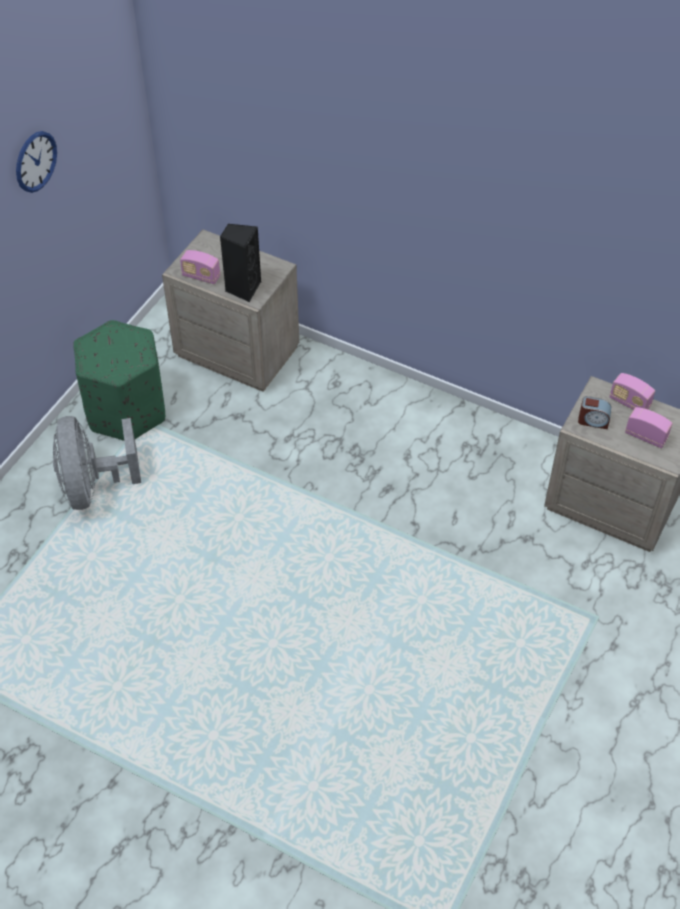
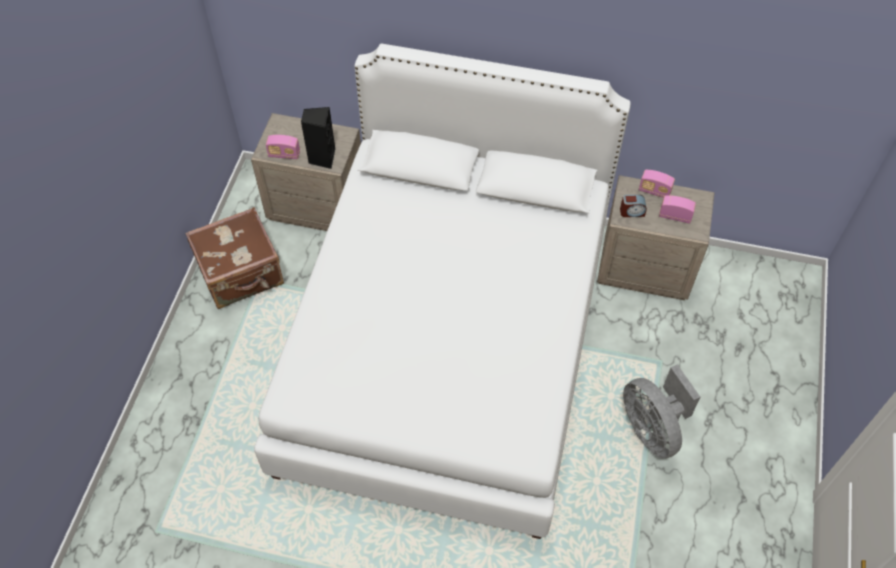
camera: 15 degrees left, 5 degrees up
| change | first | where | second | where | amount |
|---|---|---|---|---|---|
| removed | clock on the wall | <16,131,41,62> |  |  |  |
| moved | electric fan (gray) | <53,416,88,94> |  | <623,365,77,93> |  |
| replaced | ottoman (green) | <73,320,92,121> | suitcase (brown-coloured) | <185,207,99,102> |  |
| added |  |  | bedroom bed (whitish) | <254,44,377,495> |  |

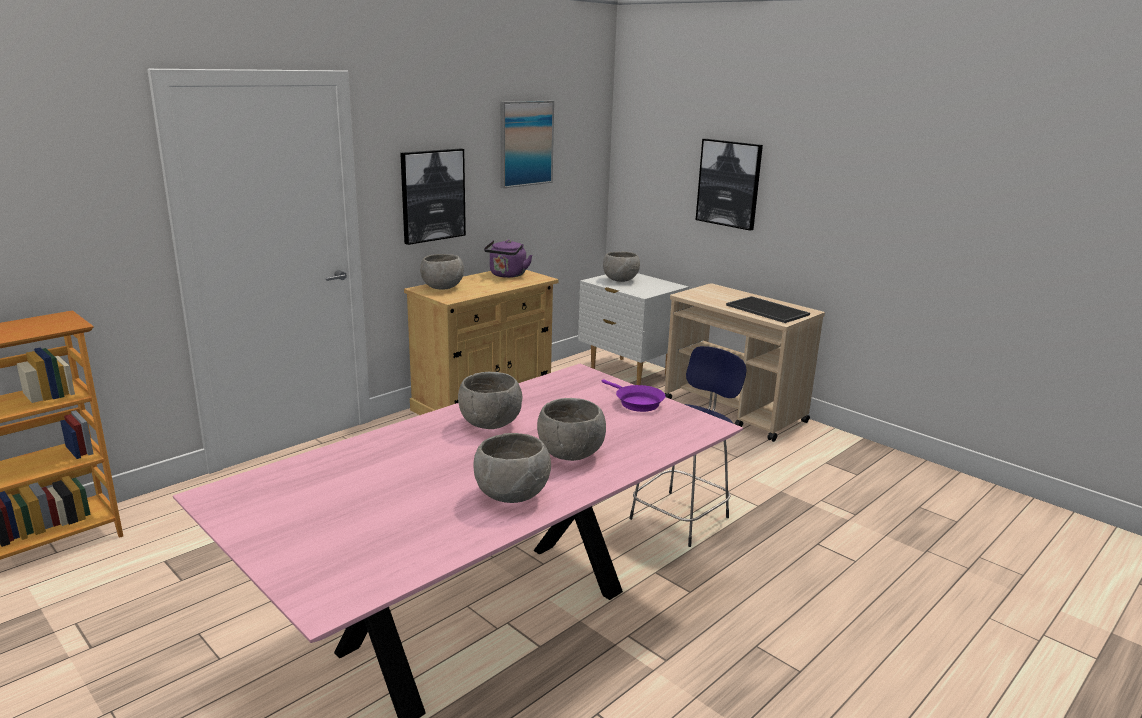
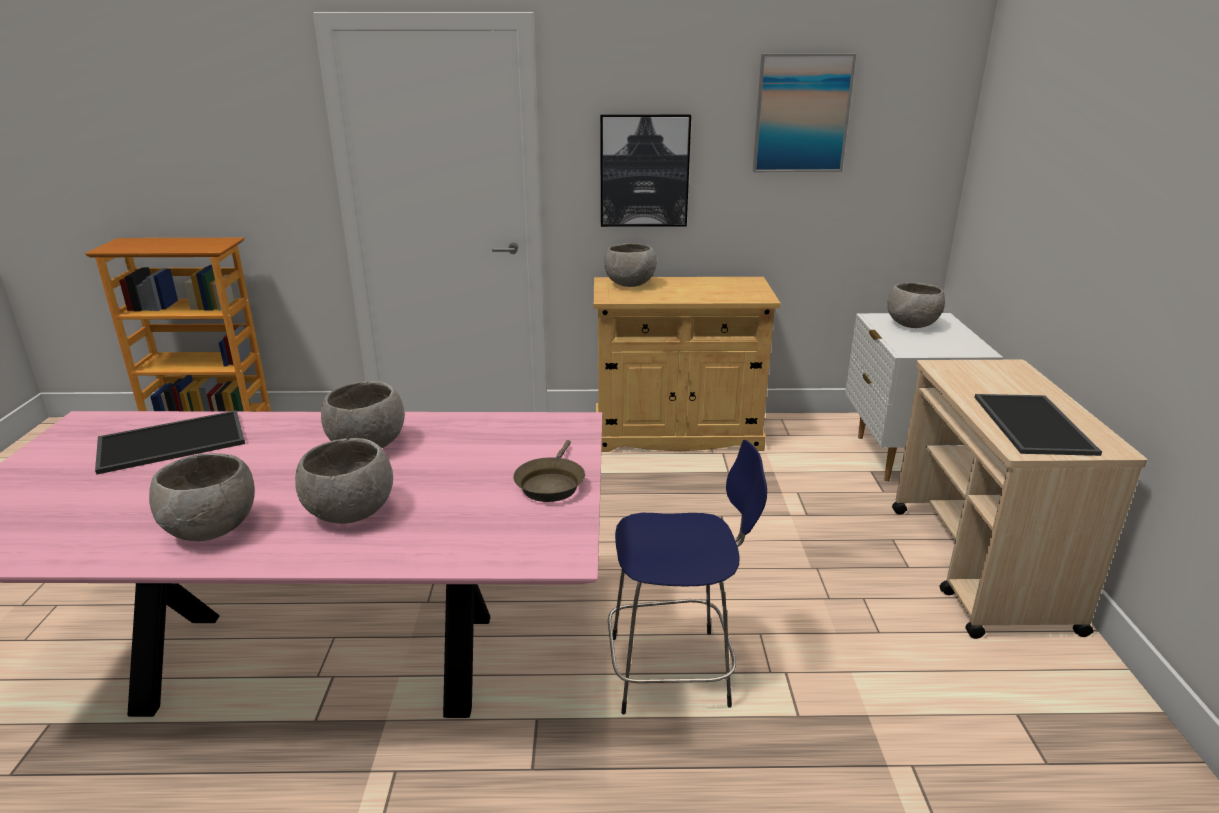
camera: 45 degrees right, 5 degrees up
| change | first | where | second | where | amount |
|---|---|---|---|---|---|
| removed | water kettle (purple-coloured) | <484,240,49,38> |  |  |  |
| recoloured | frying pan (purple-coloured) | <602,379,64,33> | frying pan (brown-coloured) | <513,440,72,62> |  |
| removed | picture | <696,139,67,92> |  |  |  |
| added |  |  | tray | <95,410,150,65> |  |

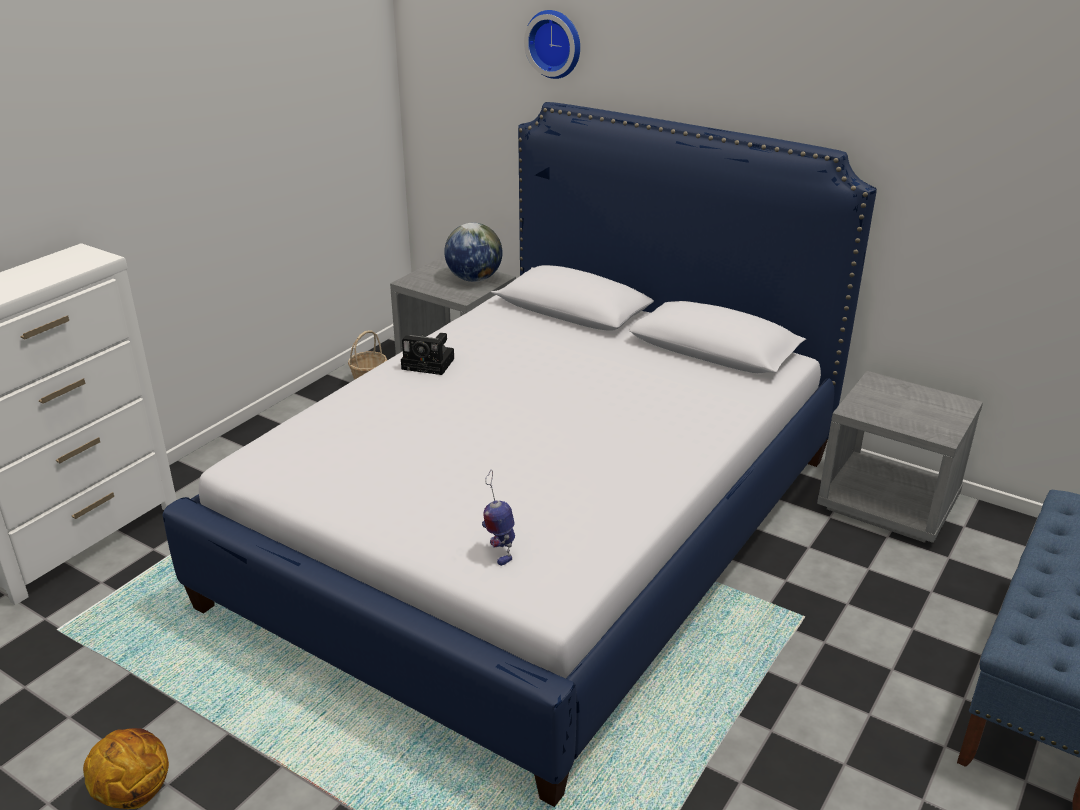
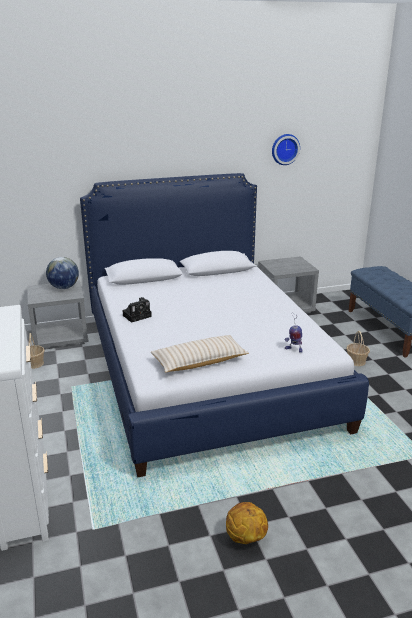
camera: 50 degrees left, 5 degrees down
| change | first | where | second | where | amount |
|---|---|---|---|---|---|
| moved | clock on the wall | <524,10,56,69> |  | <272,134,28,31> |  |
| added |  |  | pillow (beige-coloured) | <151,335,98,37> |  |
| added |  |  | storage basket | <346,331,24,35> |  |

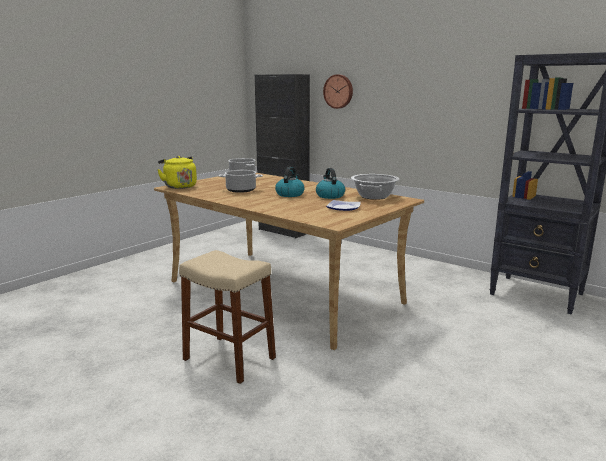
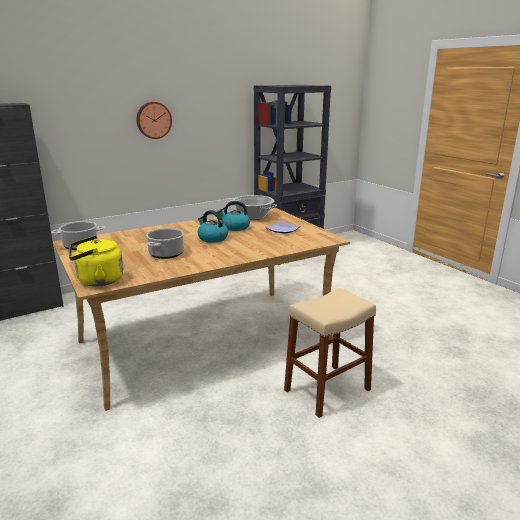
camera: 70 degrees left, 5 degrees up
| change | first | where | second | where | amount |
|---|---|---|---|---|---|
| moved | clock on the wall | <323,74,30,35> |  | <136,102,36,37> |  |

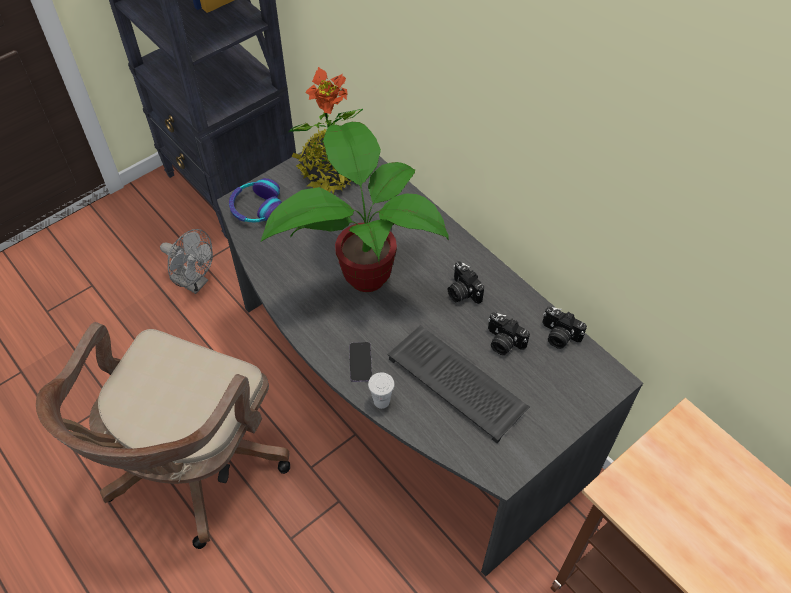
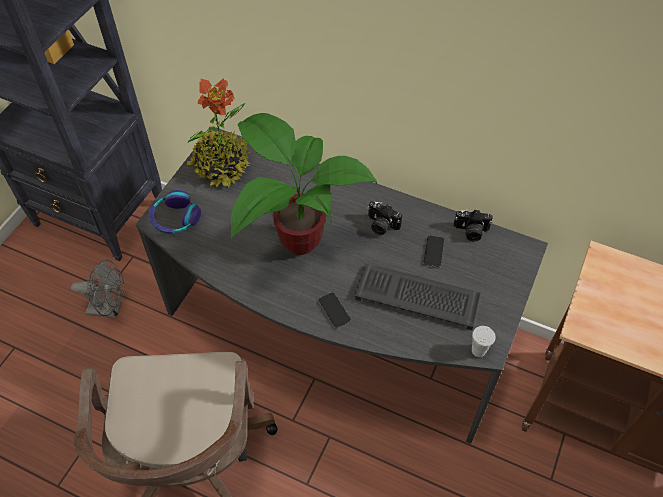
camera: 25 degrees left, 0 degrees up
| change | first | where | second | where | amount |
|---|---|---|---|---|---|
| moved | drinking cup (whitish) | <368,372,27,37> |  | <472,326,23,31> |  |
| replaced | photo camera | <488,313,42,42> | telephone | <423,235,21,33> |  |

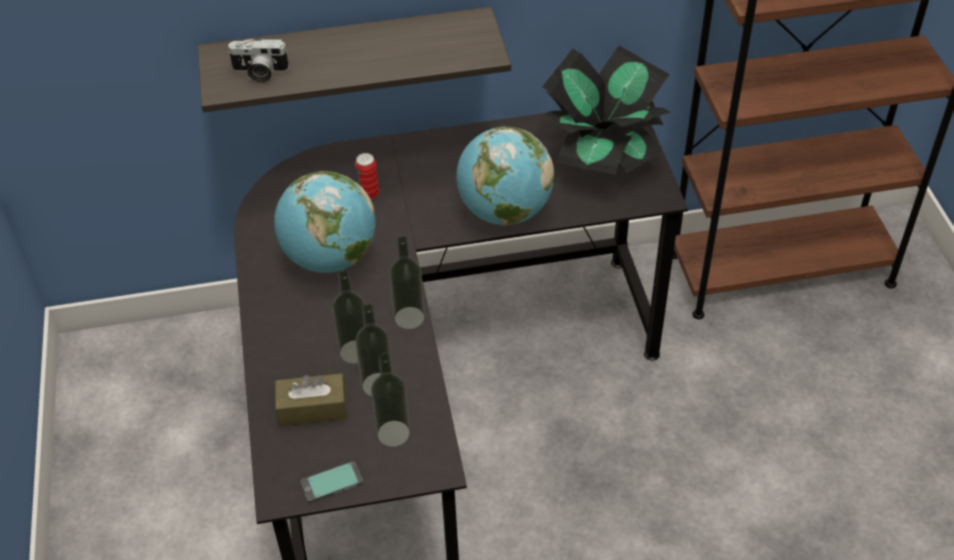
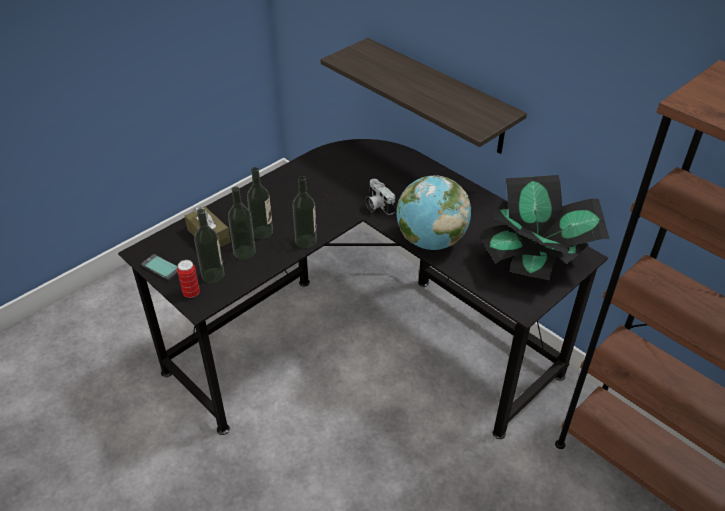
camera: 55 degrees right, 5 degrees down
| change | first | where | second | where | amount |
|---|---|---|---|---|---|
| moved | photo camera | <228,39,61,44> |  | <365,179,30,36> |  |
| removed | desk globe | <274,171,101,102> |  |  |  |
| moved | can | <355,153,24,46> |  | <177,260,23,38> |  |

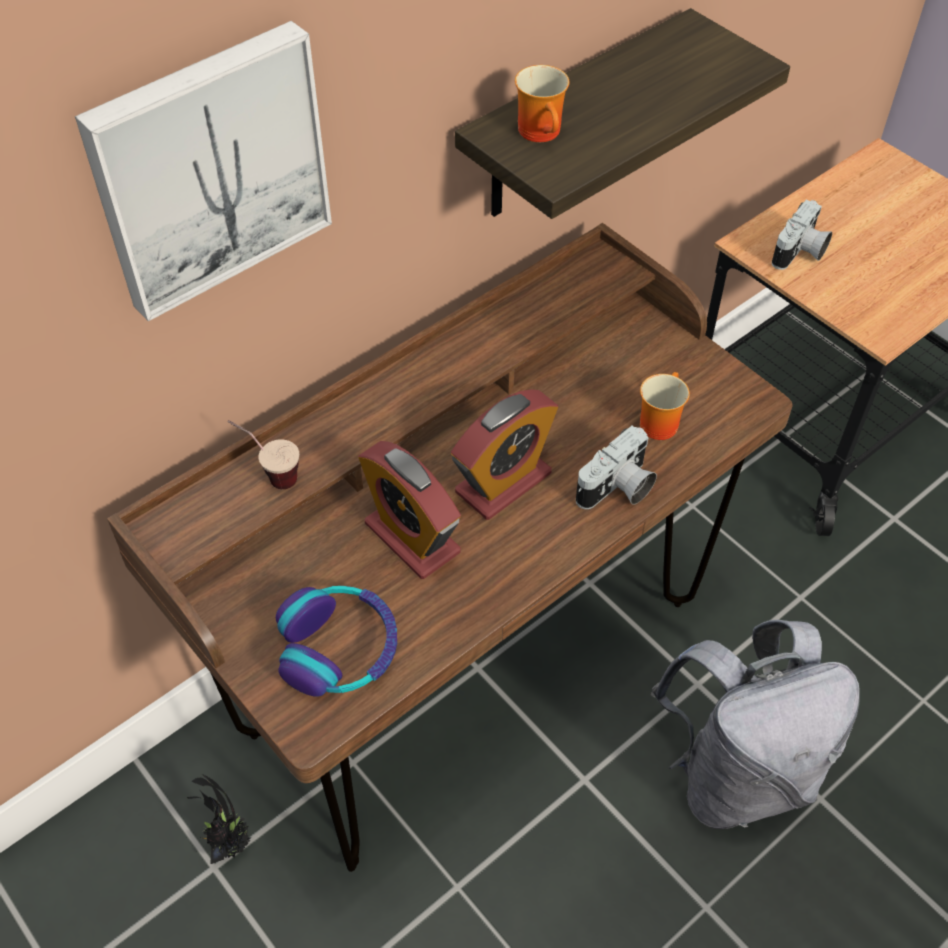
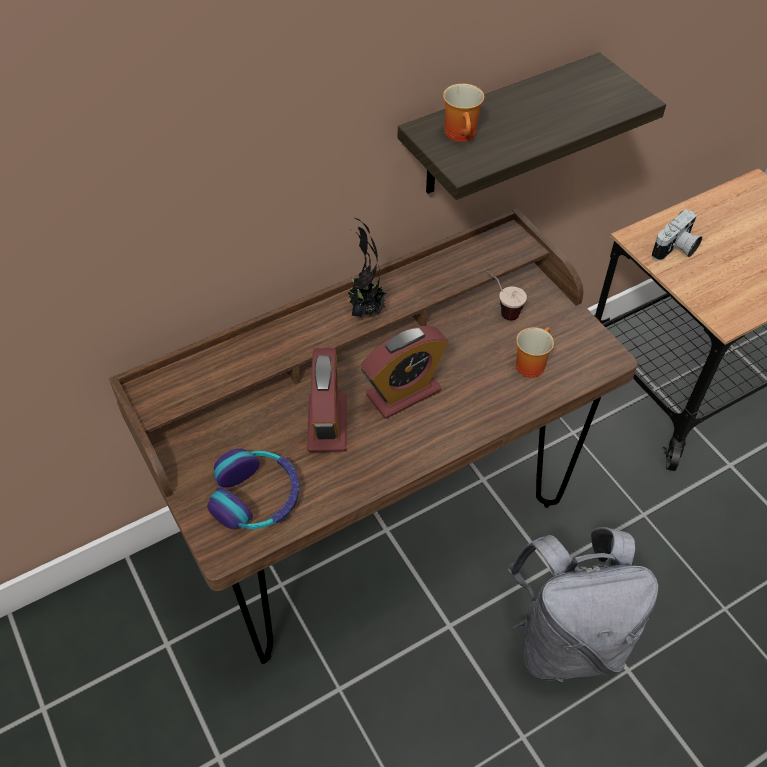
camera: 10 degrees right, 0 degrees up
| change | first | where | second | where | amount |
|---|---|---|---|---|---|
| removed | picture | <75,21,257,300> |  |  |  |
| moved | plant in a pot | <187,774,63,90> |  | <344,218,42,99> |  |
| moved | drinking cup | <227,420,72,69> |  | <483,269,44,51> |  |
| turned | table clock | <359,441,102,138> |  | <307,348,40,104> | 150 degrees counterclockwise |
| removed | photo camera | <576,426,81,83> |  |  |  |

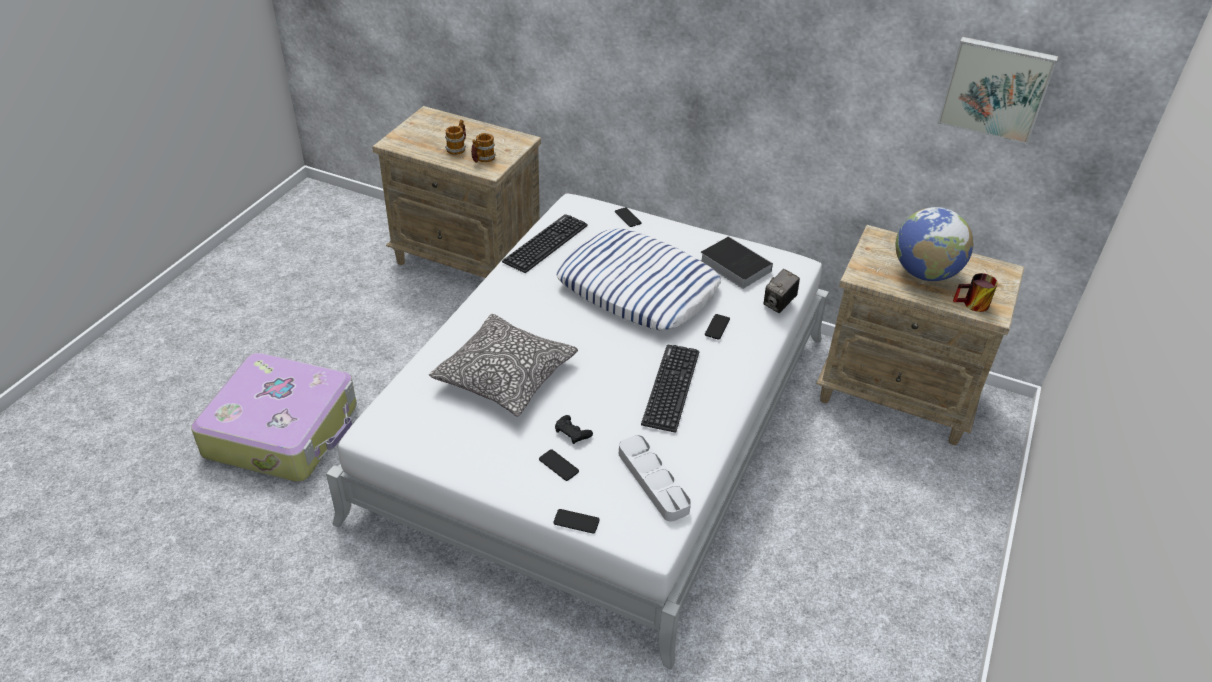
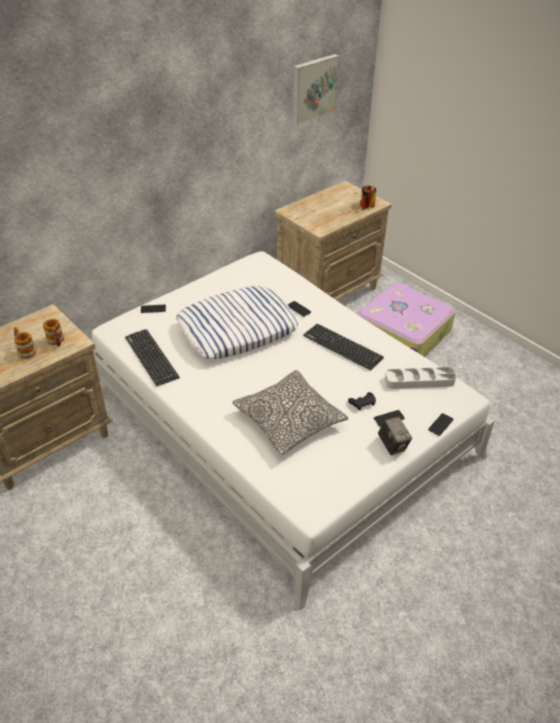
camera: 65 degrees left, 0 degrees up
| change | first | where | second | where | amount |
|---|---|---|---|---|---|
| moved | suitcase | <191,353,166,129> |  | <357,283,99,73> |  |
| removed | bound book | <700,236,73,53> |  |  |  |
| moved | photo camera | <764,269,36,44> |  | <378,416,34,39> |  |
| removed | desk globe | <896,207,77,74> |  |  |  |

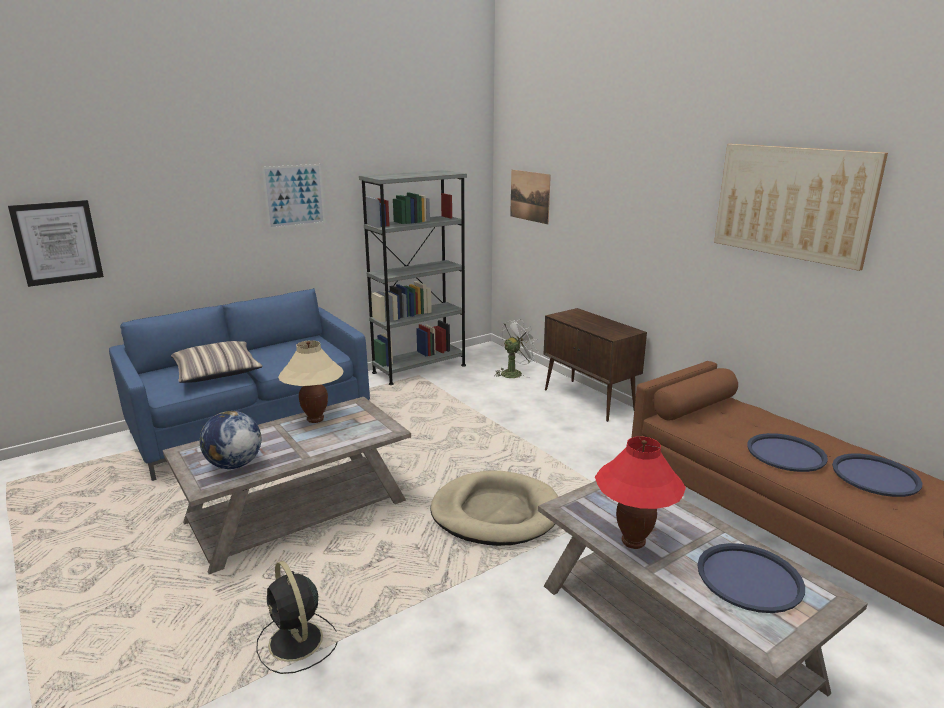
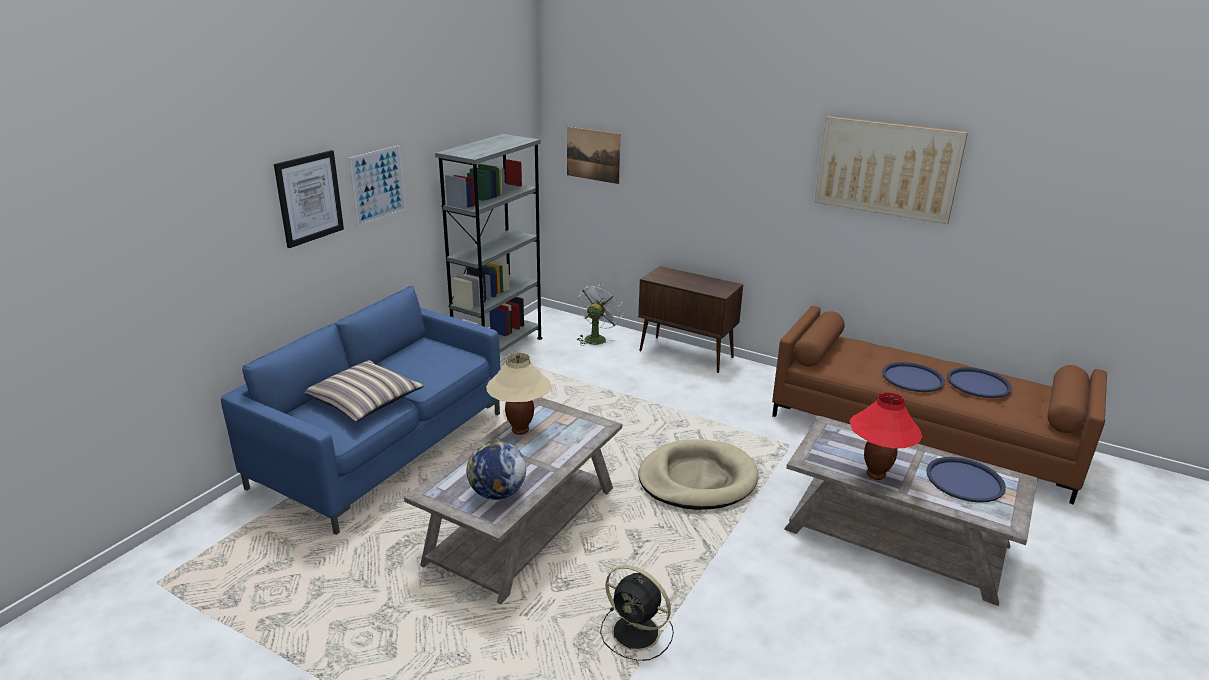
camera: 25 degrees left, 5 degrees up
| change | first | where | second | where | amount |
|---|---|---|---|---|---|
| moved | picture | <8,200,96,87> |  | <274,150,70,98> |  |

